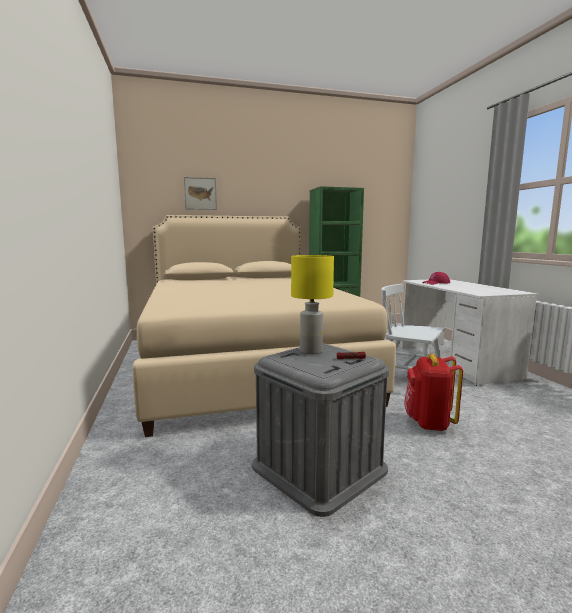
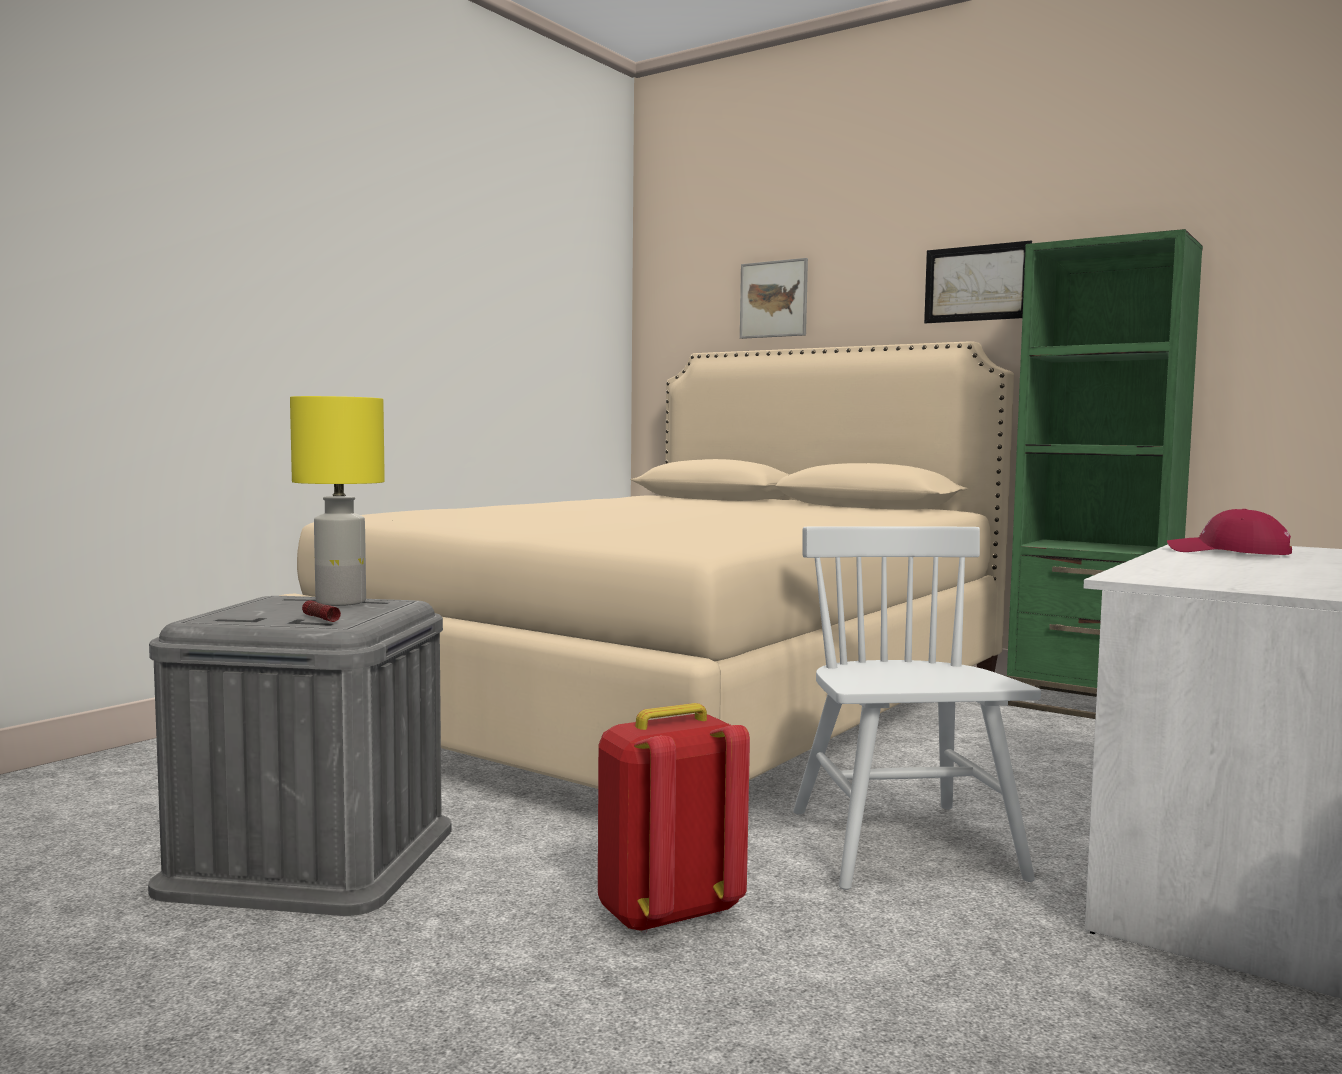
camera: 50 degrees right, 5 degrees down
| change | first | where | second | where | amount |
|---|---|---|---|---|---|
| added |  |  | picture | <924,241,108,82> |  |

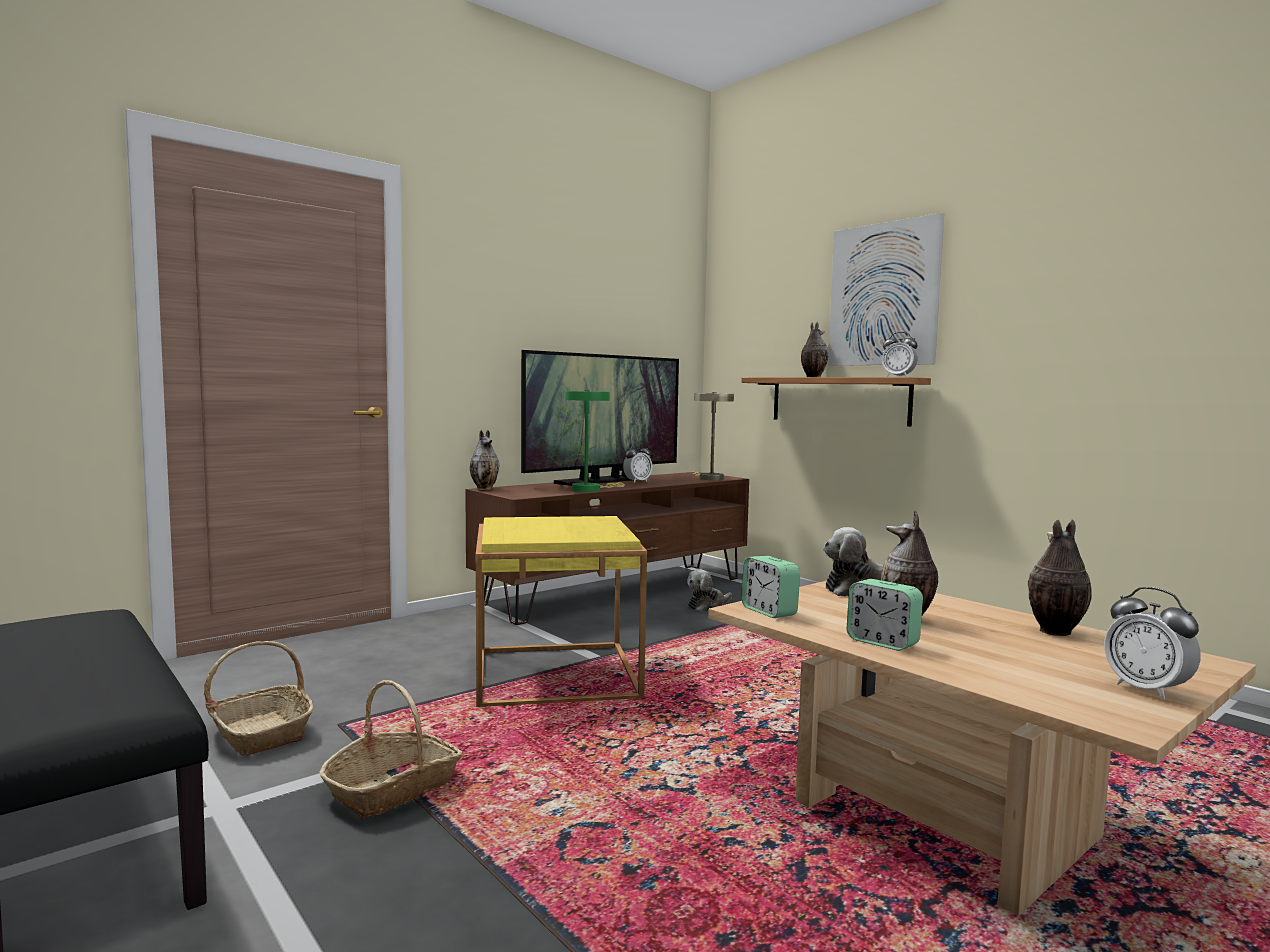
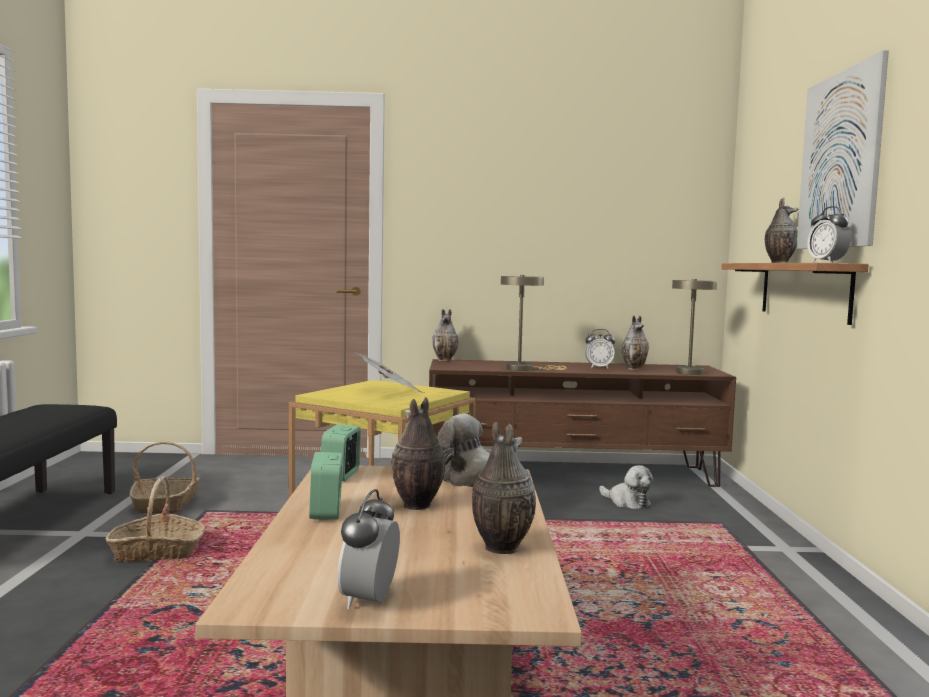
camera: 40 degrees right, 0 degrees up
| change | first | where | second | where | amount |
|---|---|---|---|---|---|
| removed | TV set | <521,350,158,136> |  |  |  |
| recoloured | lamp for a table (green) | <564,390,61,102> | lamp for a table (beige-coloured) | <501,275,66,96> |  |
| turned | cuddly toy | <687,569,45,43> |  | <599,465,54,44> | 135 degrees counterclockwise |
| added |  |  | daily paper | <355,352,69,41> |  |
| added |  |  | decorative vase | <622,316,27,54> |  |

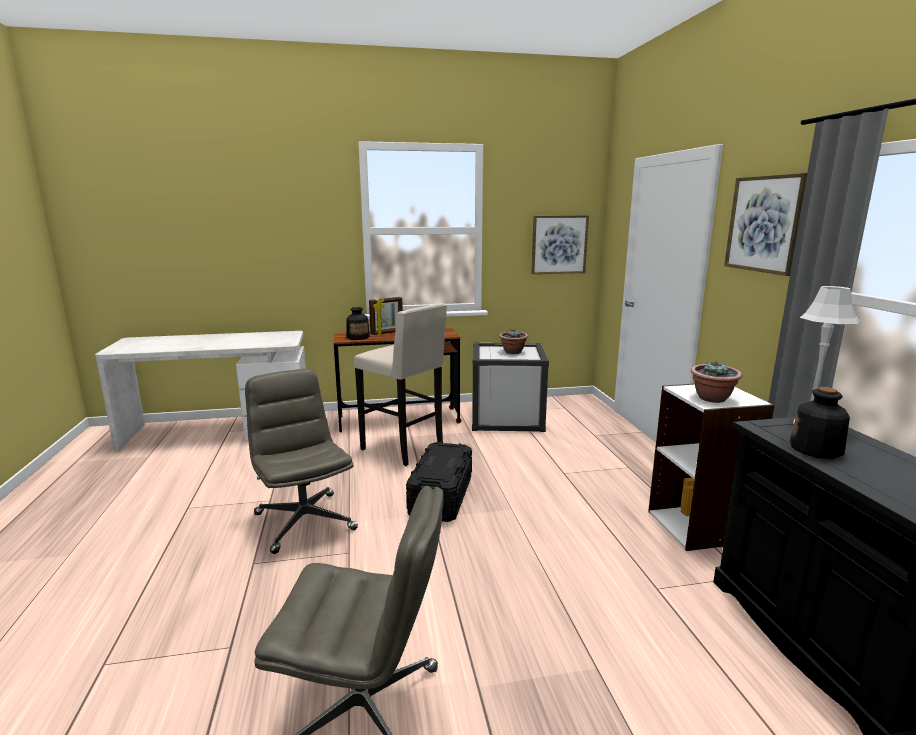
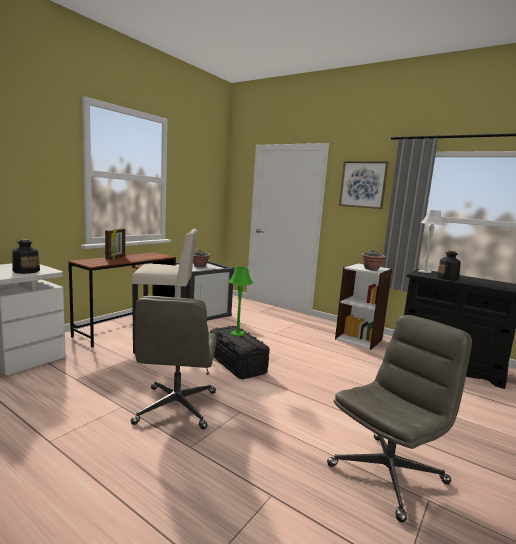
camera: 45 degrees left, 5 degrees down
| change | first | where | second | where | amount |
|---|---|---|---|---|---|
| turned | office chair (gray) | <245,369,113,185> |  | <130,296,87,133> | 105 degrees counterclockwise |
| moved | beverage bottle | <347,306,23,34> |  | <12,239,28,35> |  |
| removed | picture | <531,215,58,59> |  |  |  |
| added |  |  | lamp for a table (green) | <228,266,25,70> |  |

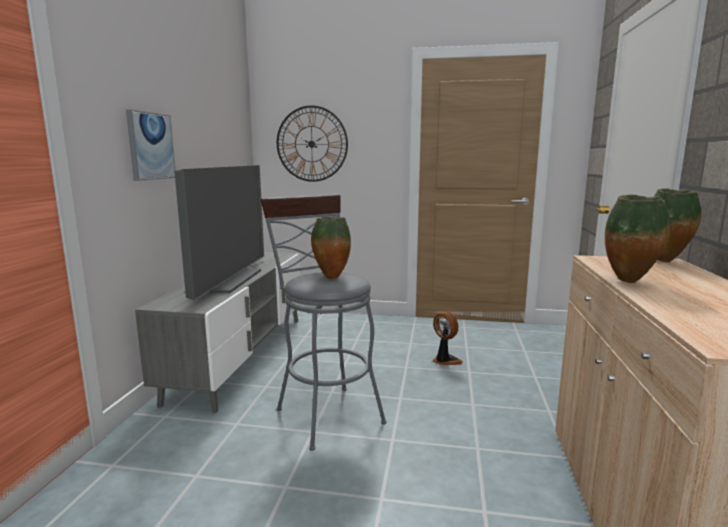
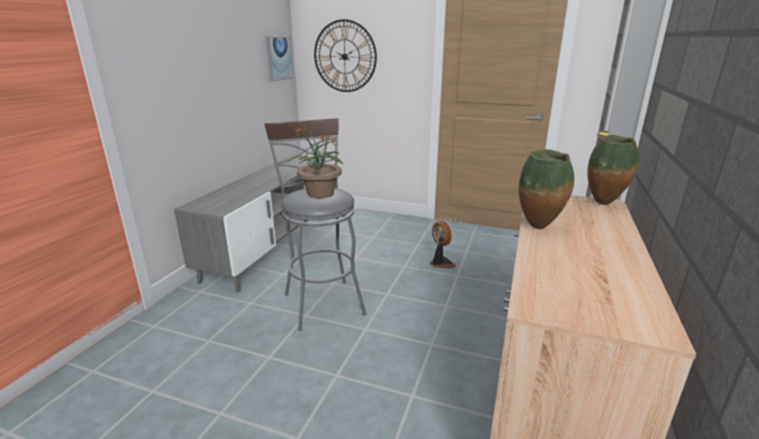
camera: 10 degrees right, 10 degrees up
| change | first | where | second | where | amount |
|---|---|---|---|---|---|
| moved | picture | <126,109,50,72> |  | <266,37,27,45> |  |
| removed | TV set | <174,165,90,136> |  |  |  |
| replaced | decorative vase | <311,216,40,63> | plant in a pot | <290,126,54,73> |  |

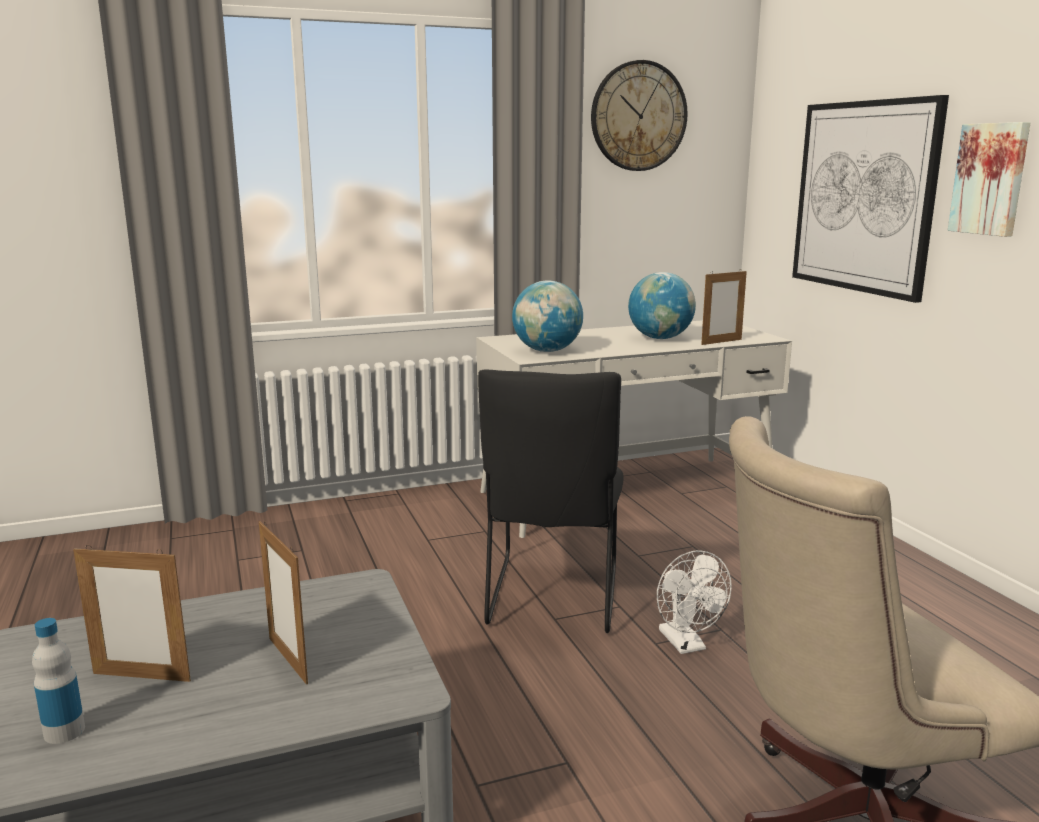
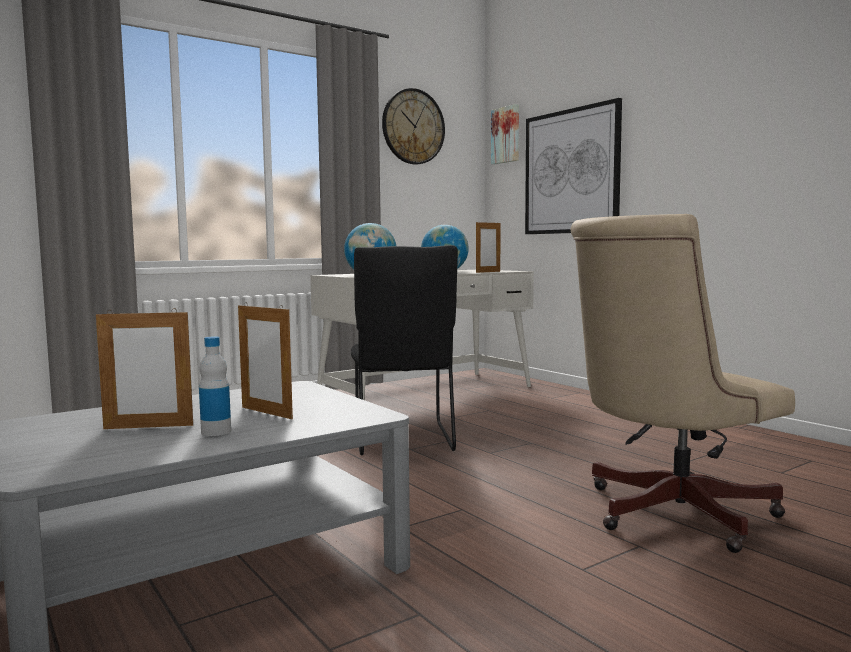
camera: 15 degrees left, 10 degrees down
| change | first | where | second | where | amount |
|---|---|---|---|---|---|
| moved | beverage bottle | <32,618,53,126> |  | <199,336,32,100> |  |
| removed | electric fan (whitish) | <657,550,75,104> |  |  |  |
| moved | picture | <948,122,83,115> |  | <491,104,28,60> |  |

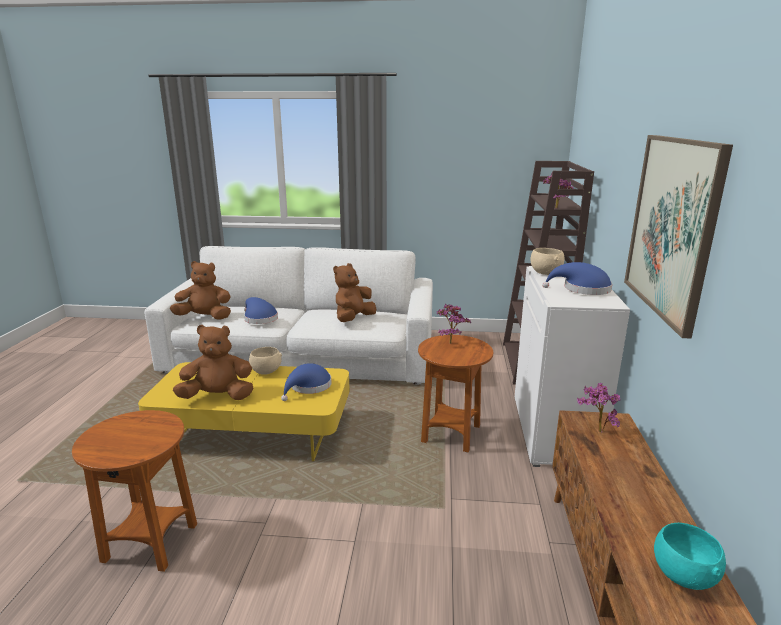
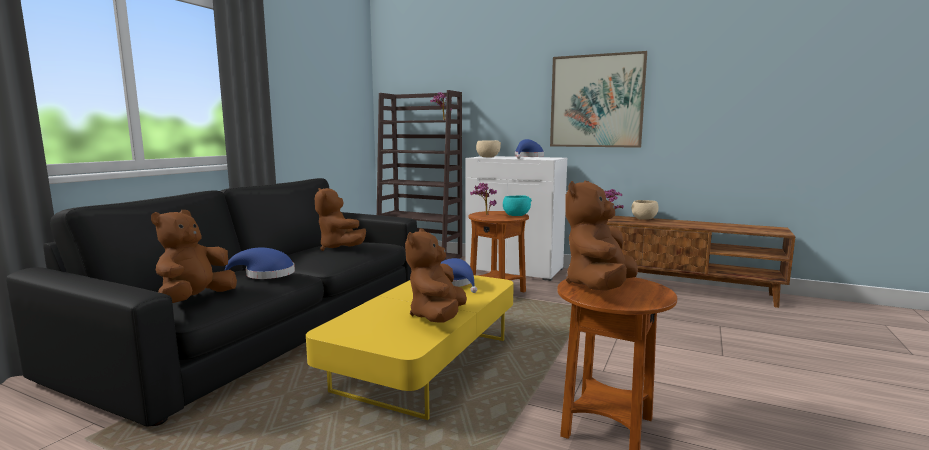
camera: 70 degrees left, 10 degrees down
| change | first | where | second | where | amount |
|---|---|---|---|---|---|
| recoloured | settee (whitish) | <144,246,289,139> | settee (blackish) | <6,178,411,249> |  |
| moved | serving bowl (beige-coloured) | <249,347,33,28> |  | <632,200,27,20> |  |
| moved | serving bowl (turquoise) | <654,523,72,67> |  | <503,195,29,21> |  |
| added |  |  | cuddly toy (brown-coloured) | <565,180,73,111> |  |

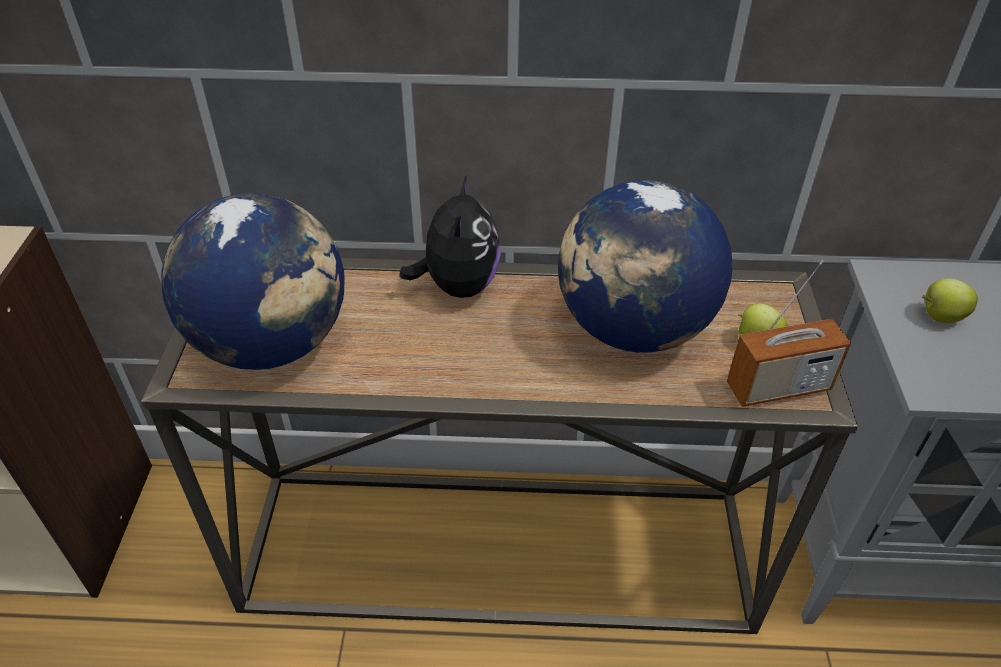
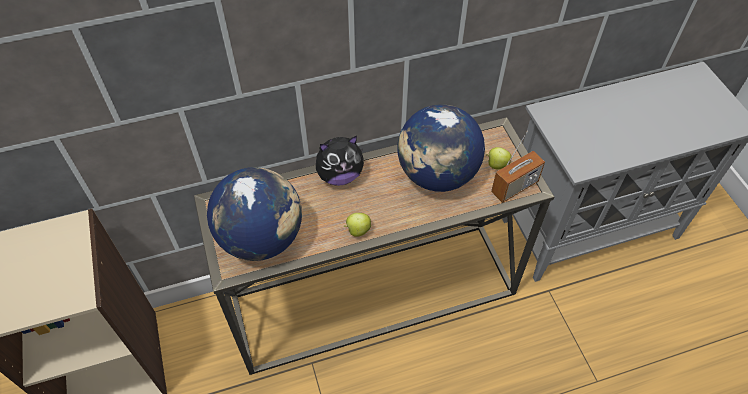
camera: 20 degrees left, 10 degrees up
| change | first | where | second | where | amount |
|---|---|---|---|---|---|
| turned | cuddly toy | <399,175,102,123> |  | <316,136,48,50> | 90 degrees clockwise |
| moved | apple | <922,279,56,44> |  | <344,213,27,24> |  |

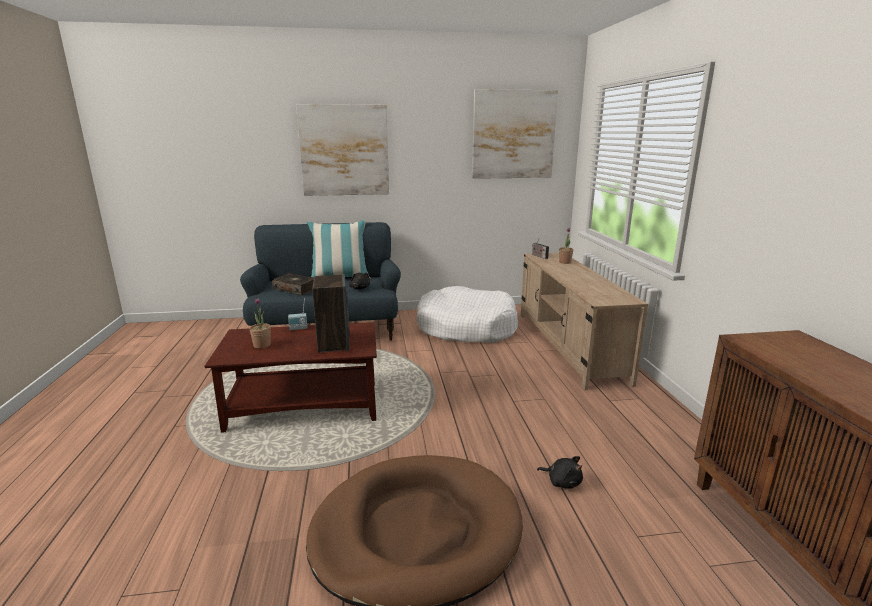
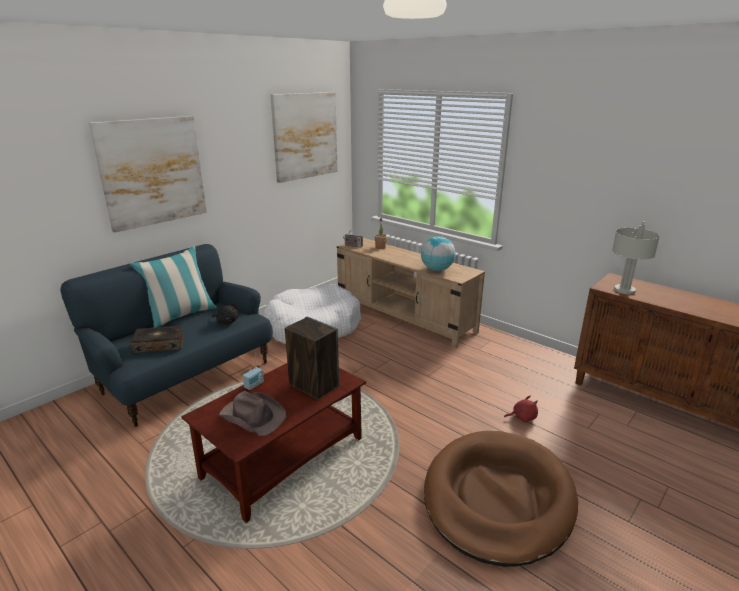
camera: 40 degrees left, 5 degrees up
| change | first | where | second | where | amount |
|---|---|---|---|---|---|
| replaced | plant in a pot | <249,298,22,51> | hat (brown-coloured) | <219,391,67,45> |  |
| recoloured | cuddly toy (blackish) | <537,456,46,33> | cuddly toy (red-coloured) | <504,396,34,26> |  |
| added |  |  | desk globe | <421,236,35,35> |  |
| added |  |  | lamp for a table (gray) | <612,222,48,72> |  |

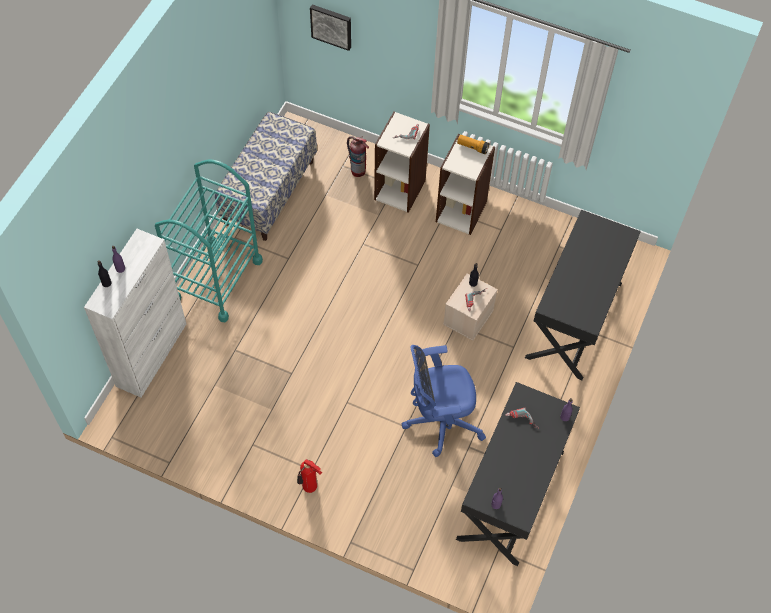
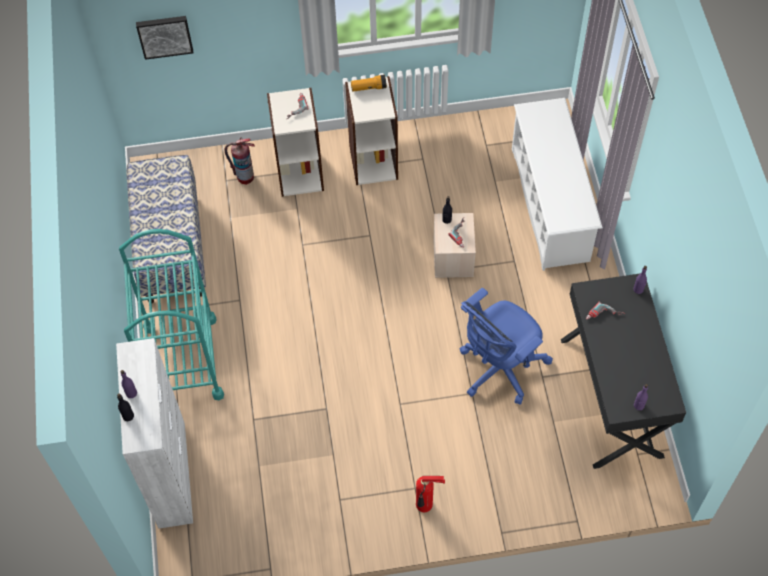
camera: 30 degrees left, 0 degrees up
| change | first | where | second | where | amount |
|---|---|---|---|---|---|
| replaced | desk (blackish) | <525,210,116,170> | shoe rack (whitish) | <512,98,91,173> |  |

